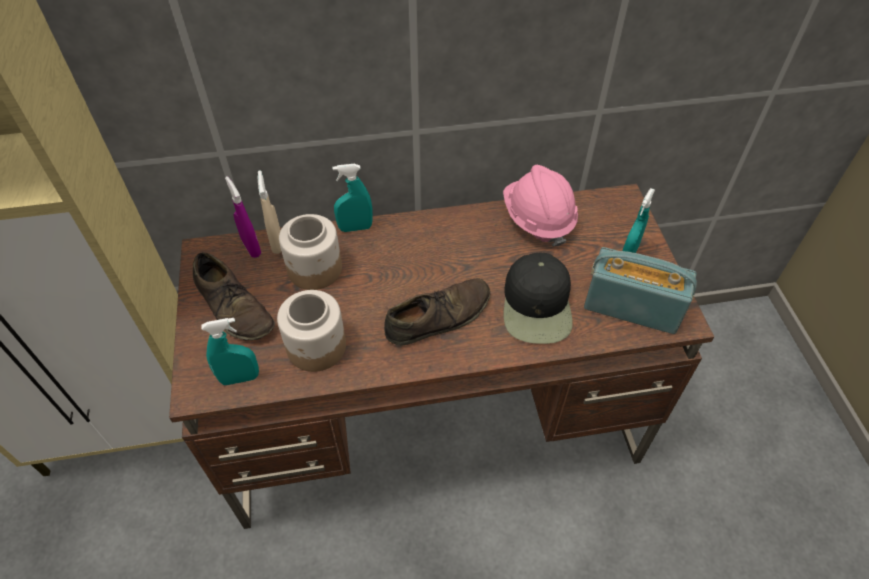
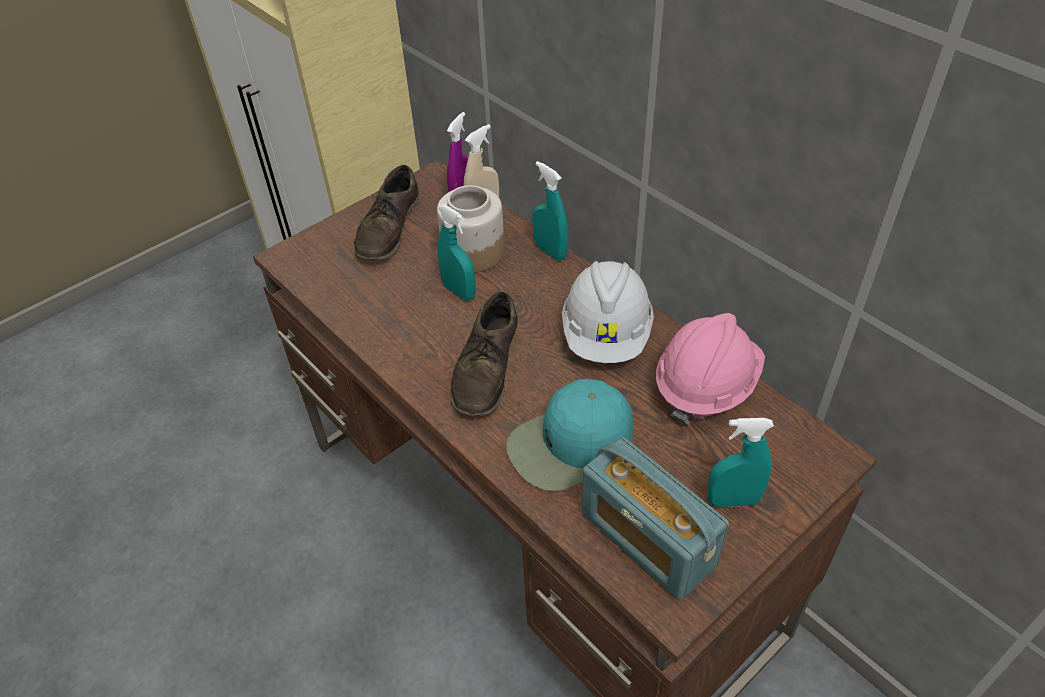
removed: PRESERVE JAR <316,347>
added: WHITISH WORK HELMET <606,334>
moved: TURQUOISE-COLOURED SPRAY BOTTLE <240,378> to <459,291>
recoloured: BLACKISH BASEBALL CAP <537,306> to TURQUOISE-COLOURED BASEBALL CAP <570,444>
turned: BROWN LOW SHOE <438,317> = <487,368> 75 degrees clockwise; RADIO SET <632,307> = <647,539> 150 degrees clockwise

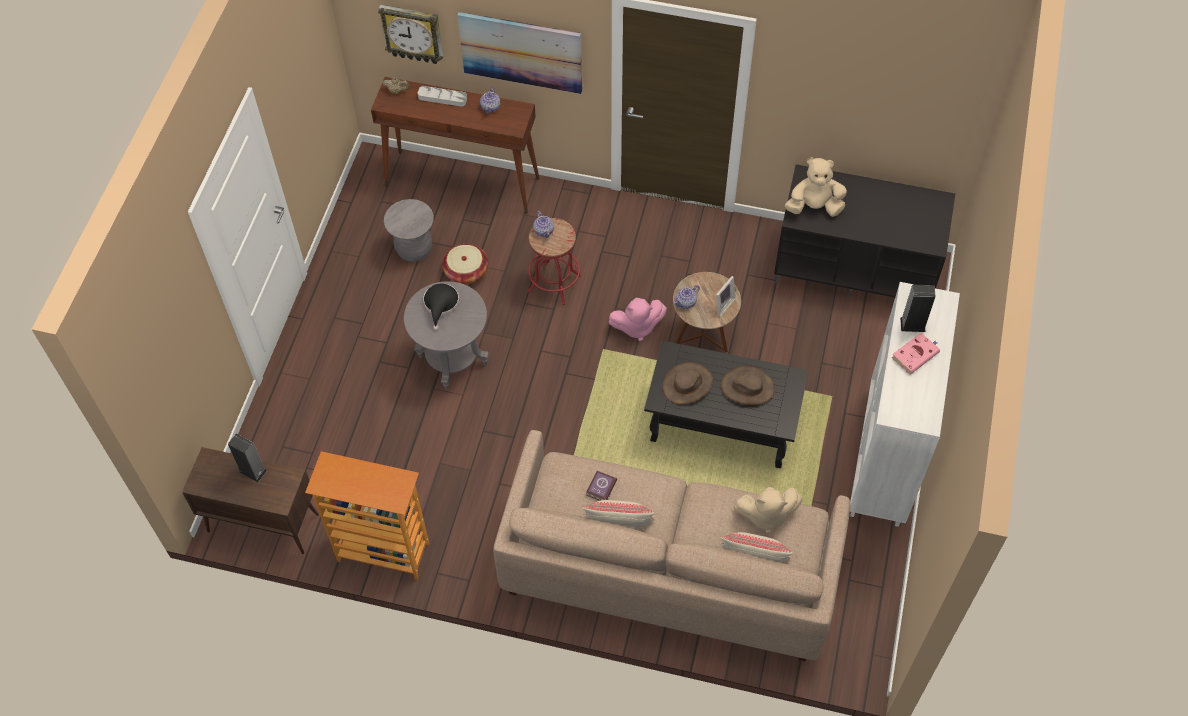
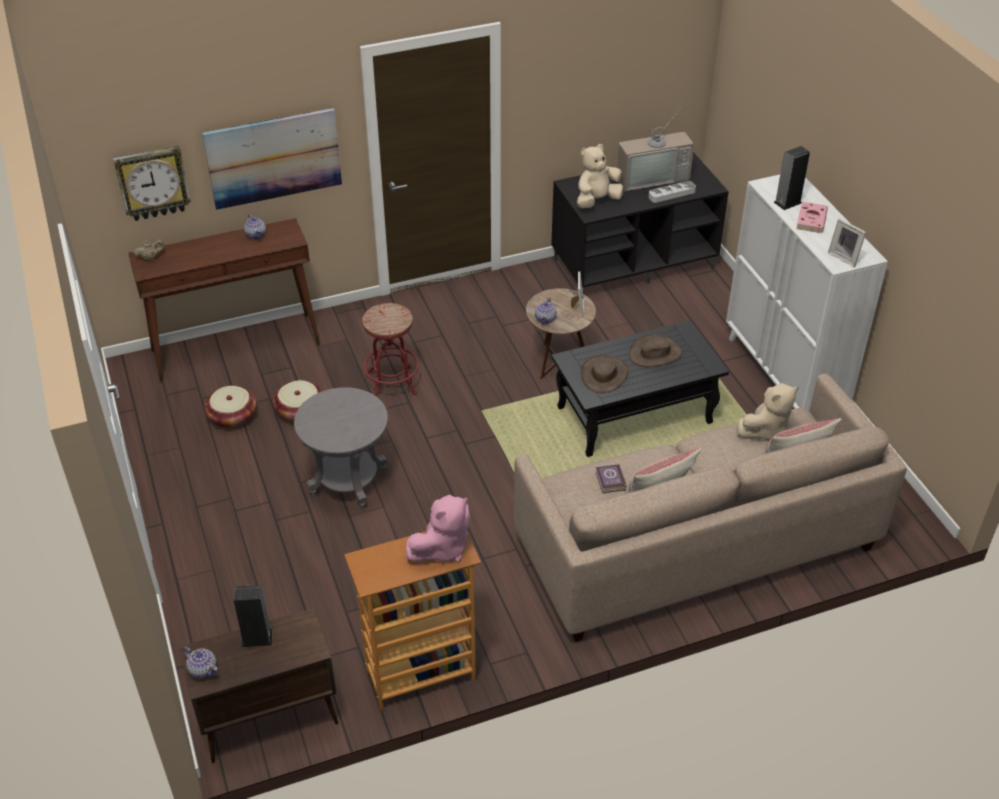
removed: BLACKISH WEARABLE HAT <441,305>
added: TV SET <651,177>; STANDING FRAME <844,257>
moved: GREYISH TRAY <442,98> to <671,194>; TEAPOT <544,230> to <203,669>; PINK PLUSH TOY <637,327> to <442,547>
replaced: GREYISH SITTING STOOL <414,249> to BASKET <232,417>

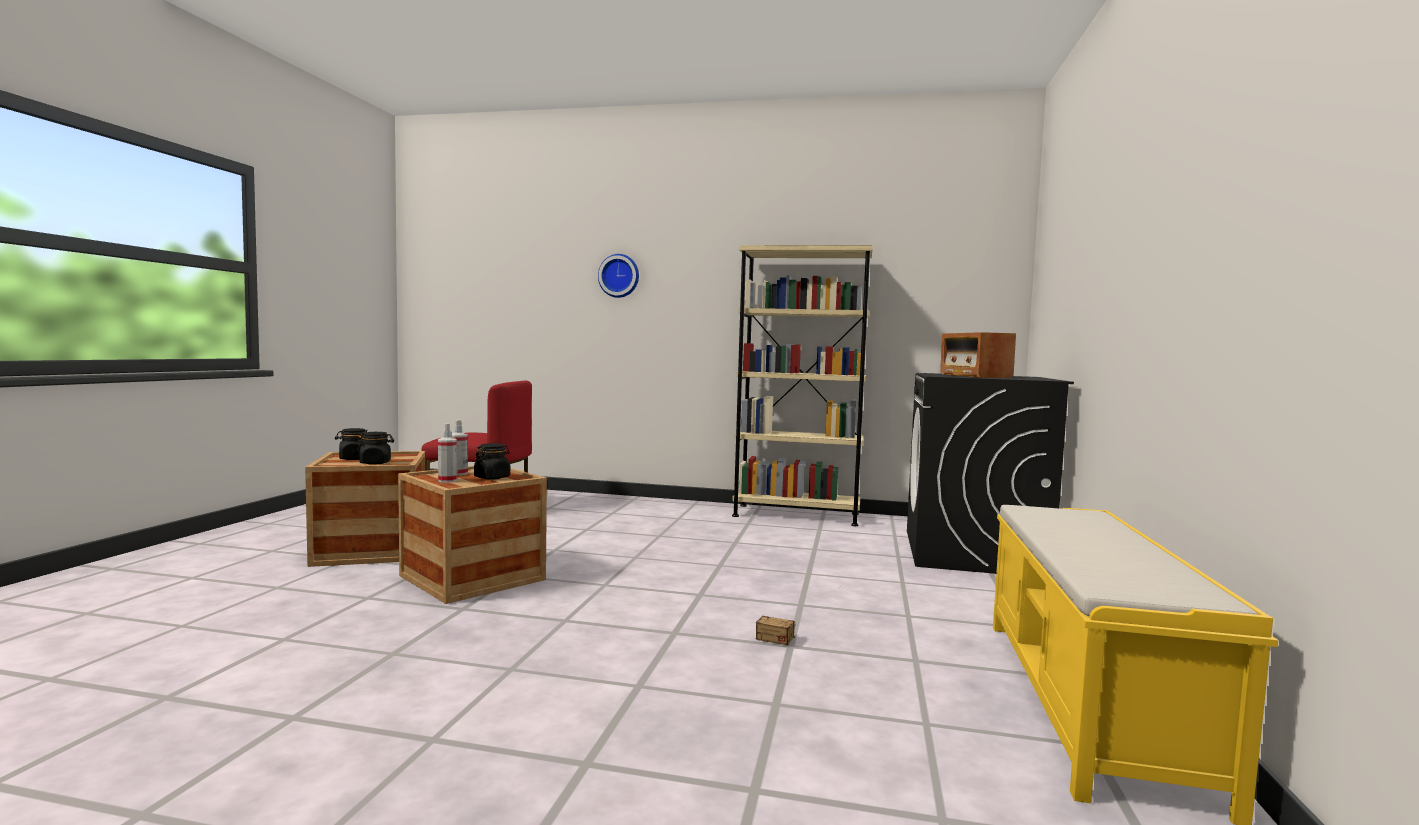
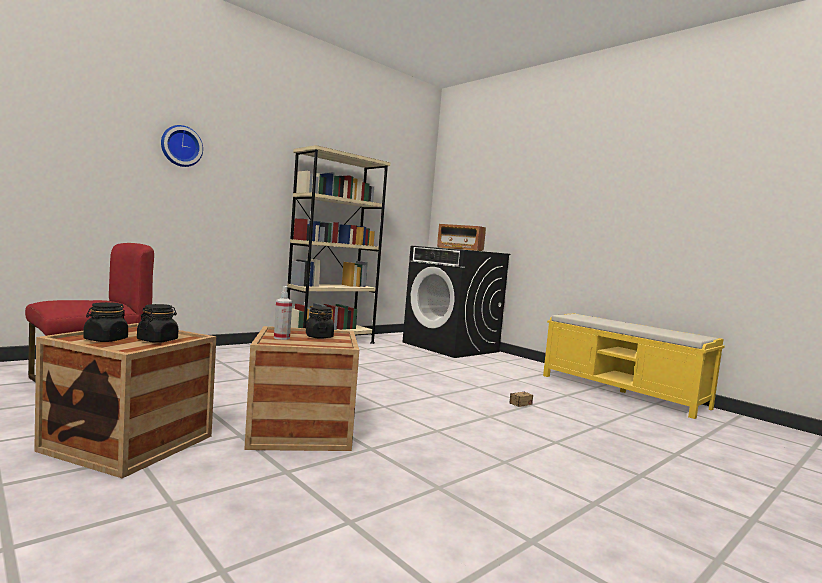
removed: SPRAY BOTTLE <447,480>

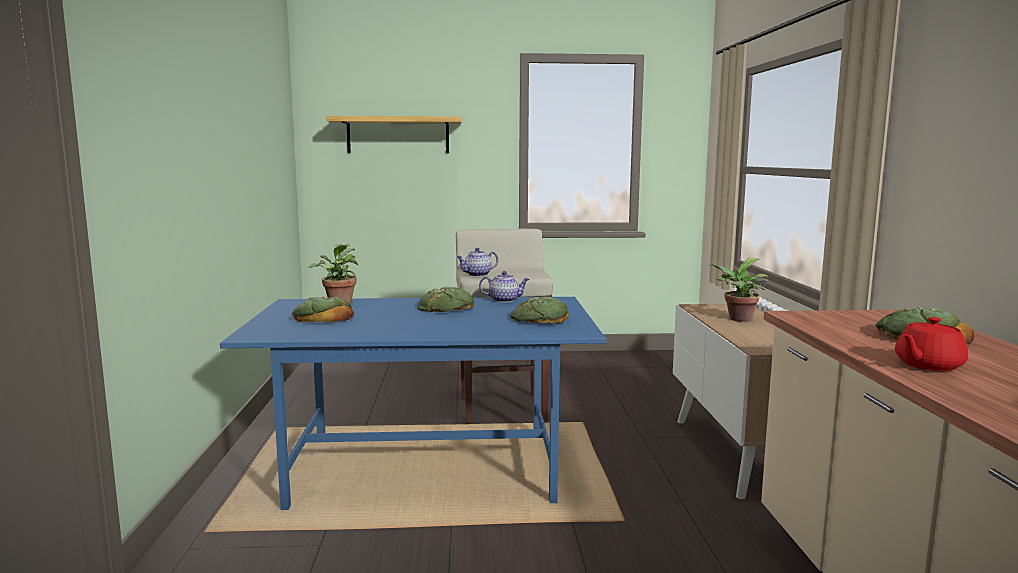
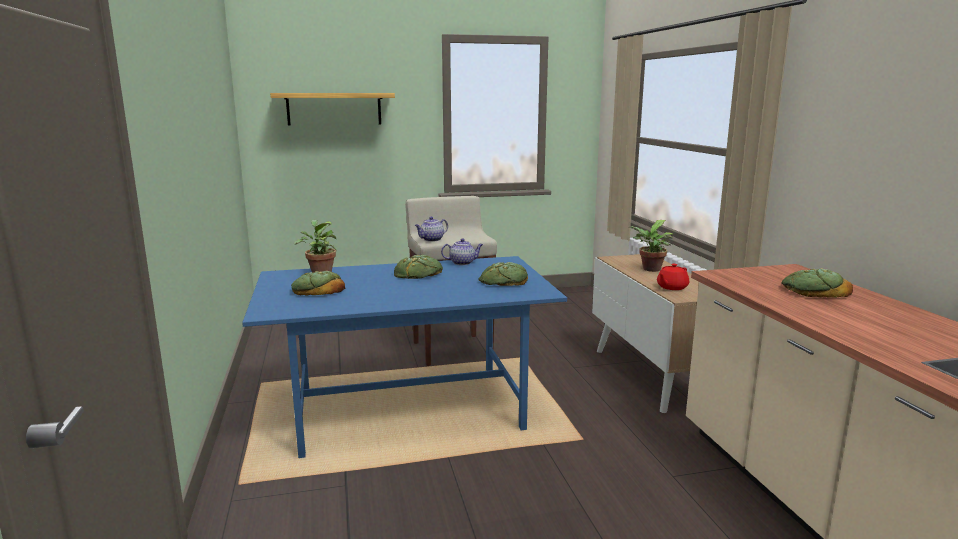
moved: RED-COLOURED TEAPOT <927,365> to <671,287>

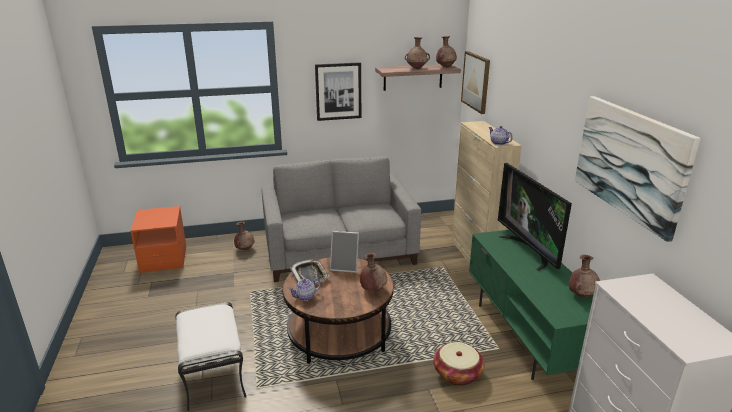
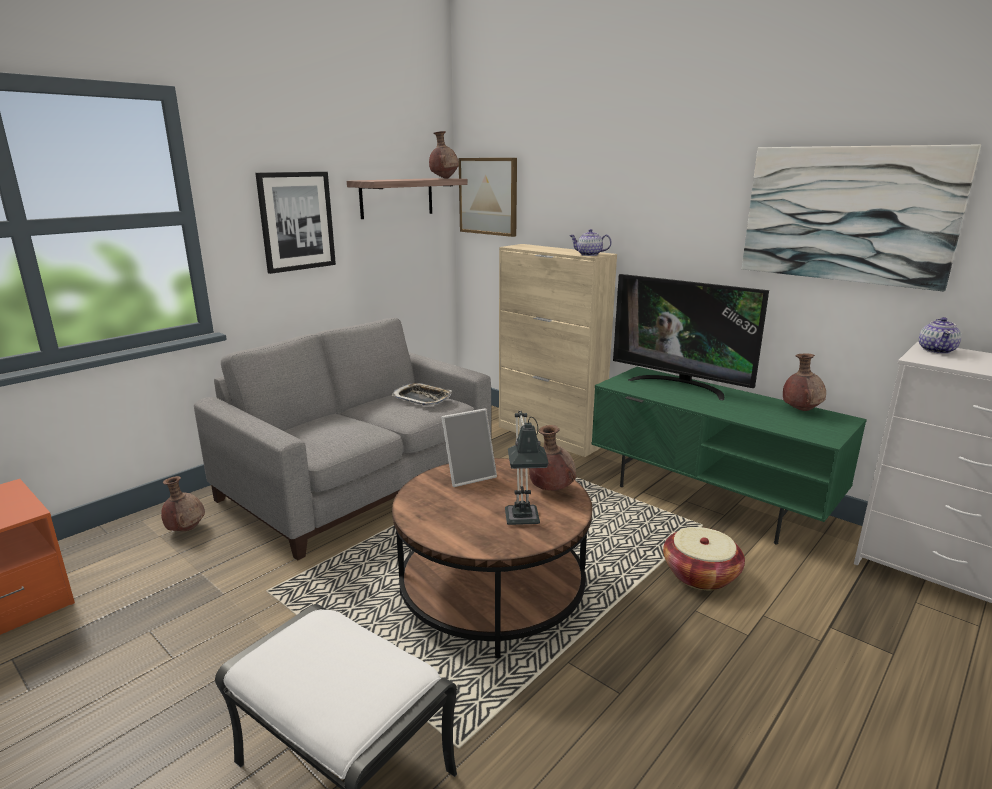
removed: BROWN VASE <417,68>
added: LAMP FOR A TABLE <522,522>
moved: TEAPOT <305,297> to <937,350>; TRAY <310,275> to <422,398>

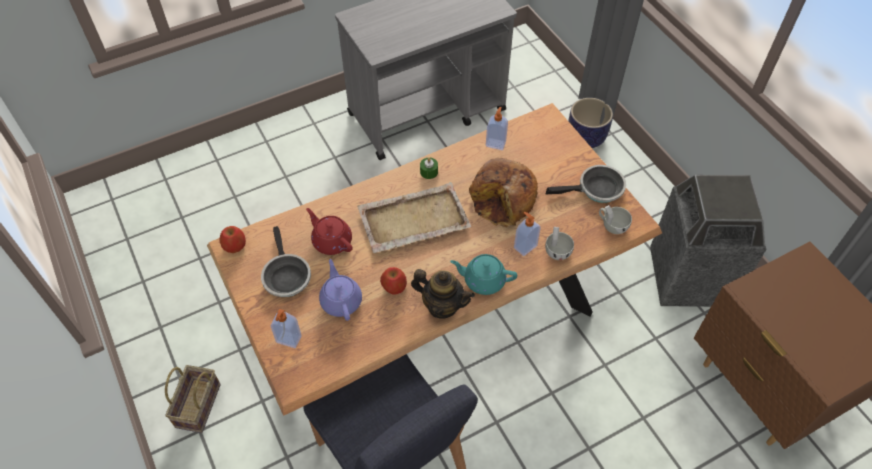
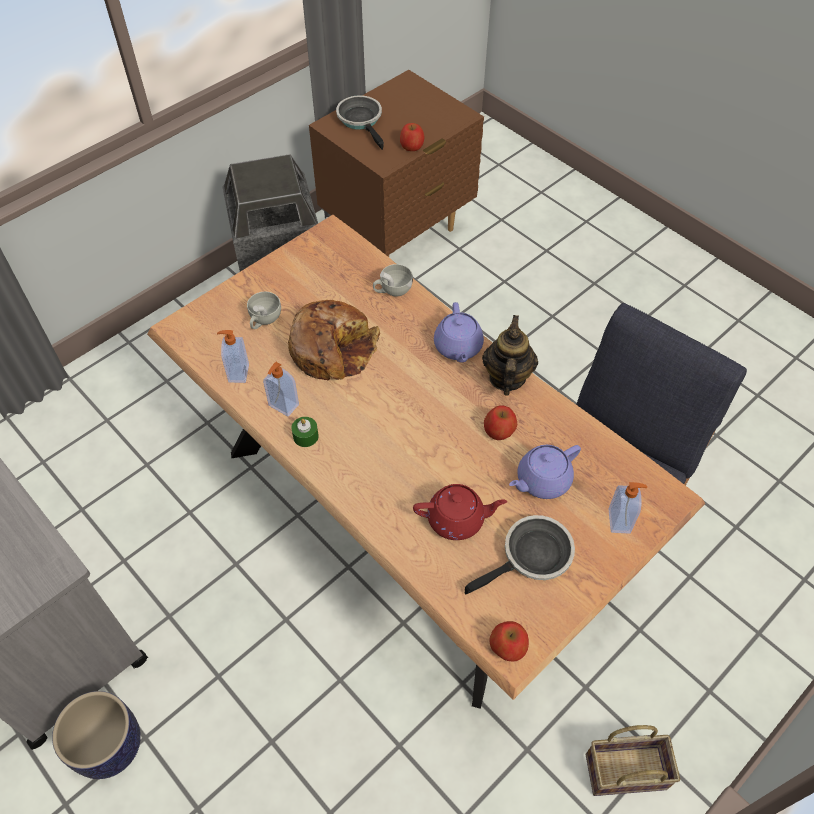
removed: SAND-COLOURED TRAY <412,219>
added: APPLE <412,145>
moved: SOAP DISPENSER <524,246> to <283,406>; FRYING PAN <597,189> to <361,120>; FLOWER POT <586,138> to <110,745>; WHITISH SMALL CUP <612,225> to <264,320>
recoloured: TURQUOISE-COLOURED TEAPOT <483,280> to PURPLE TEAPOT <458,347>
turned: RED-COLOURED TEAPOT <331,241> = <457,519> 120 degrees counterclockwise

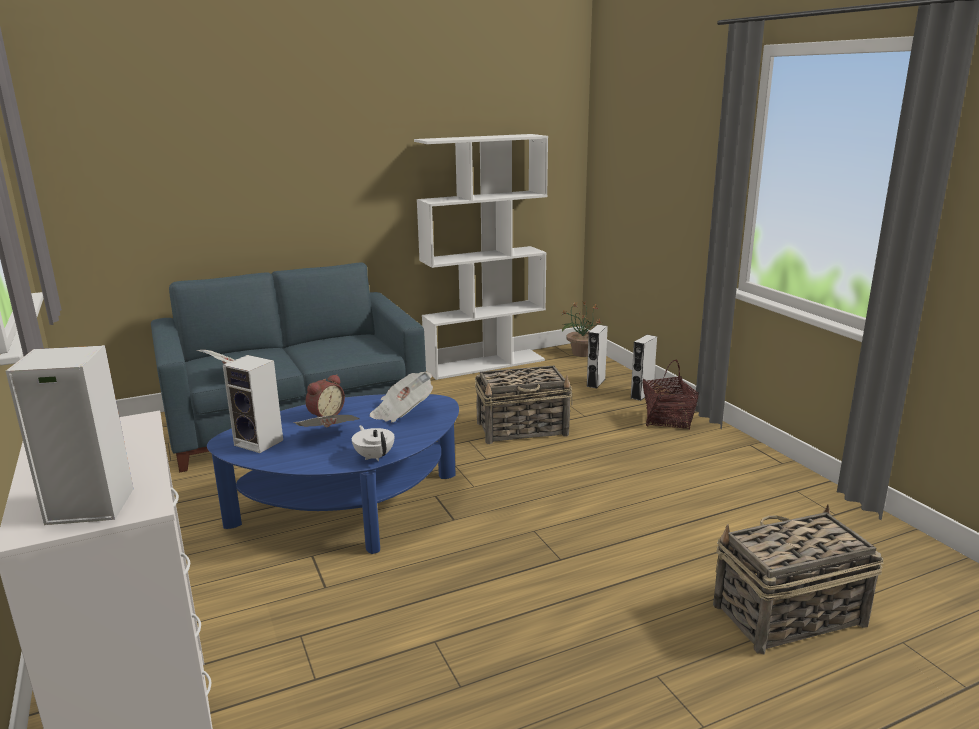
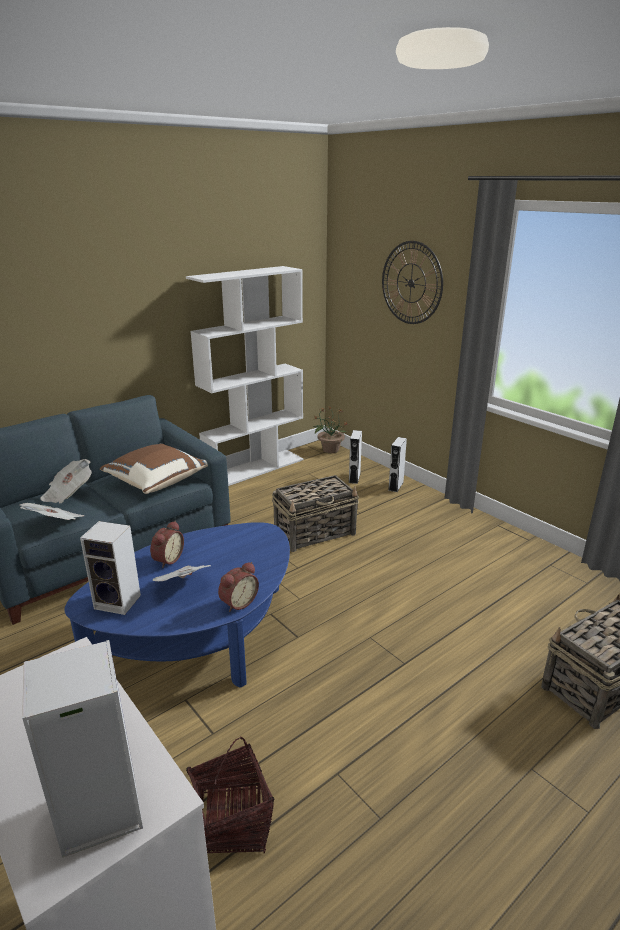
added: BROWN THROW PILLOW <157,481>; HANGING CLOCK <411,283>
moved: NEWSPAPER <402,413> to <68,494>; BASKET <667,420> to <232,822>
replaced: WHITISH TEAPOT <374,456> to ALARM CLOCK <238,602>

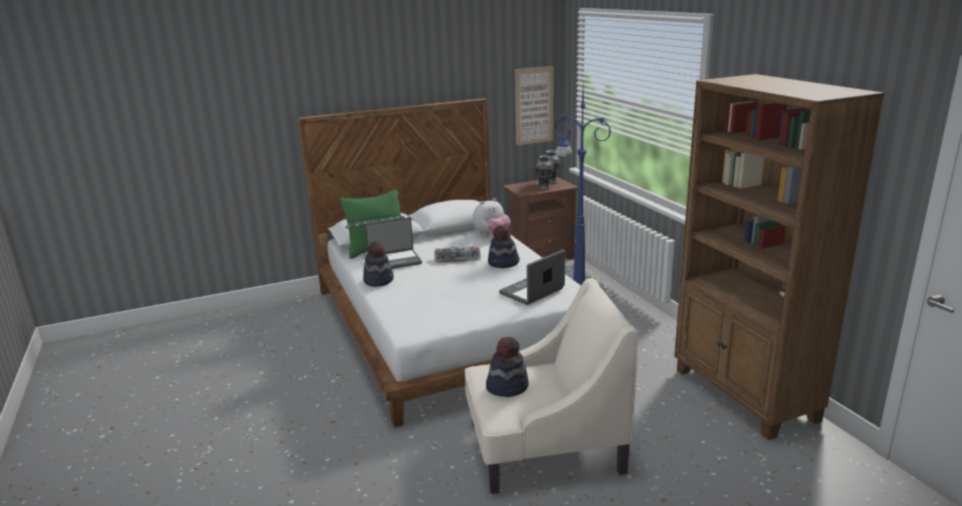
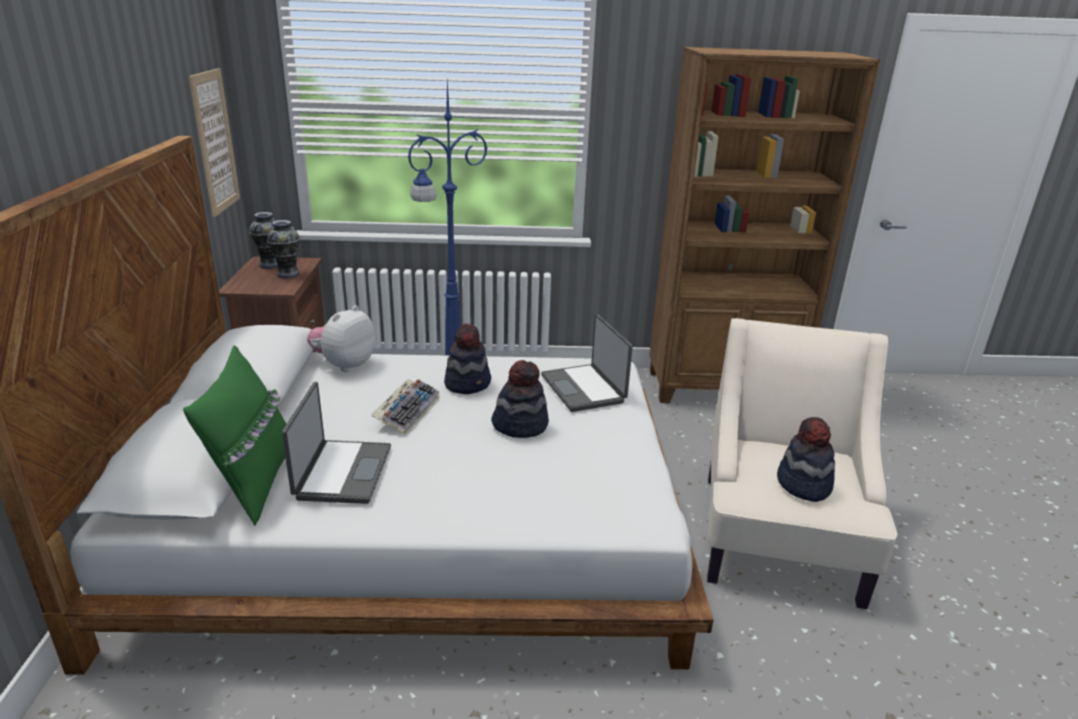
moved: WEARABLE HAT <378,280> to <520,425>
turned: PLUSH TOY <492,235> = <344,365> 135 degrees counterclockwise

